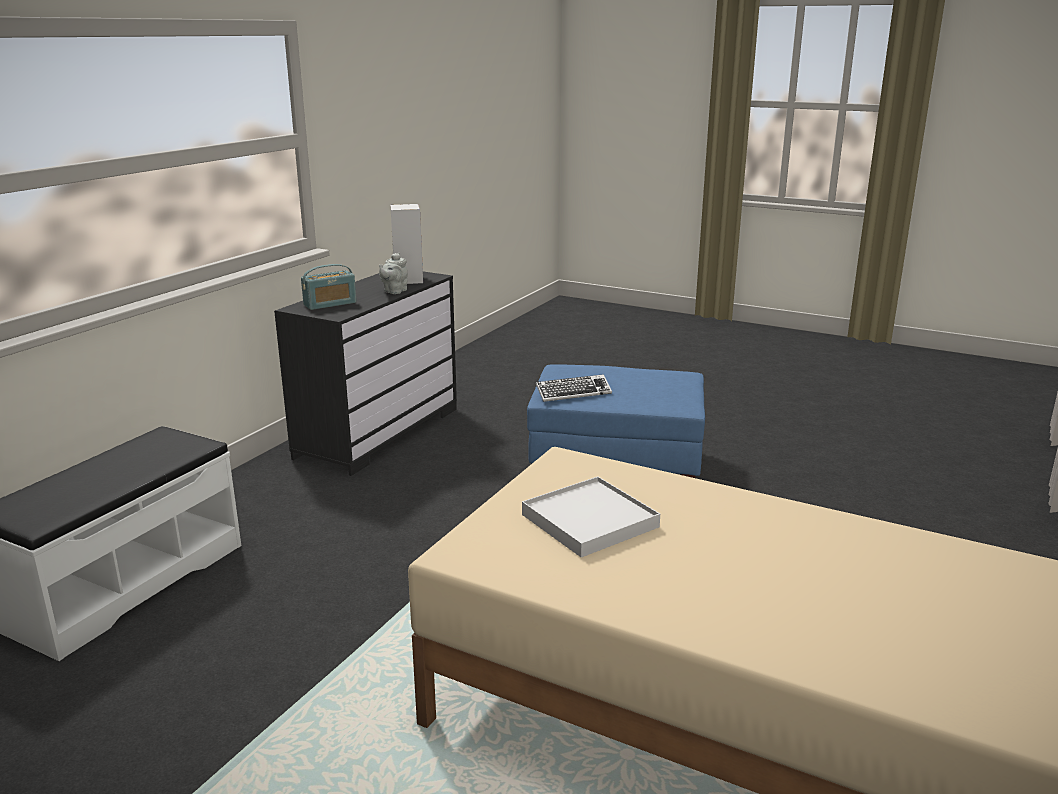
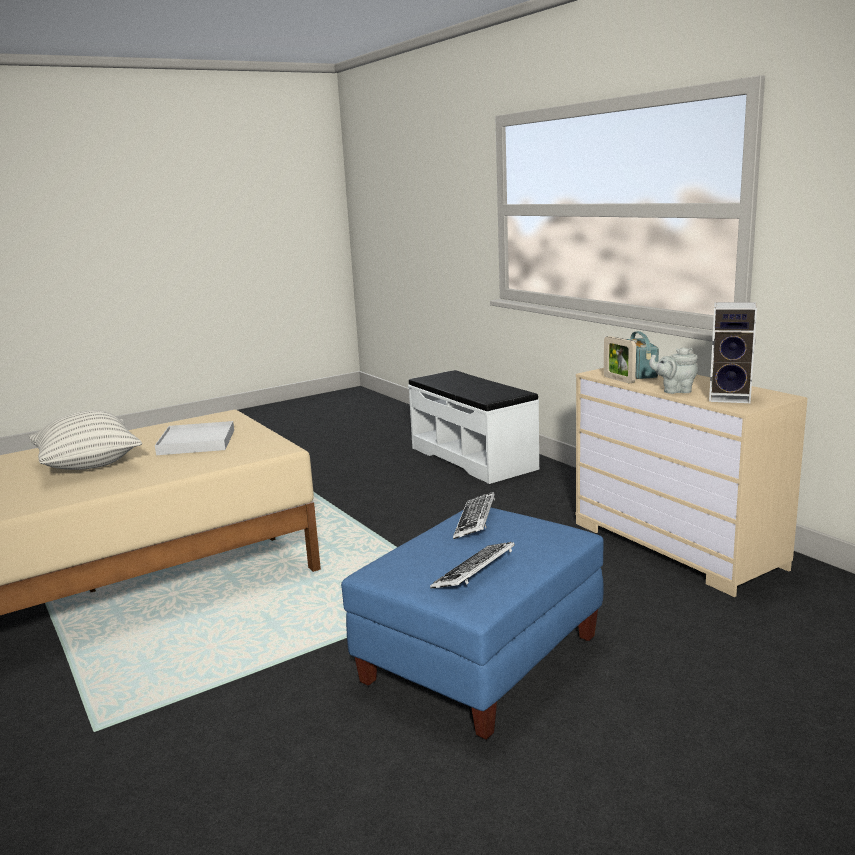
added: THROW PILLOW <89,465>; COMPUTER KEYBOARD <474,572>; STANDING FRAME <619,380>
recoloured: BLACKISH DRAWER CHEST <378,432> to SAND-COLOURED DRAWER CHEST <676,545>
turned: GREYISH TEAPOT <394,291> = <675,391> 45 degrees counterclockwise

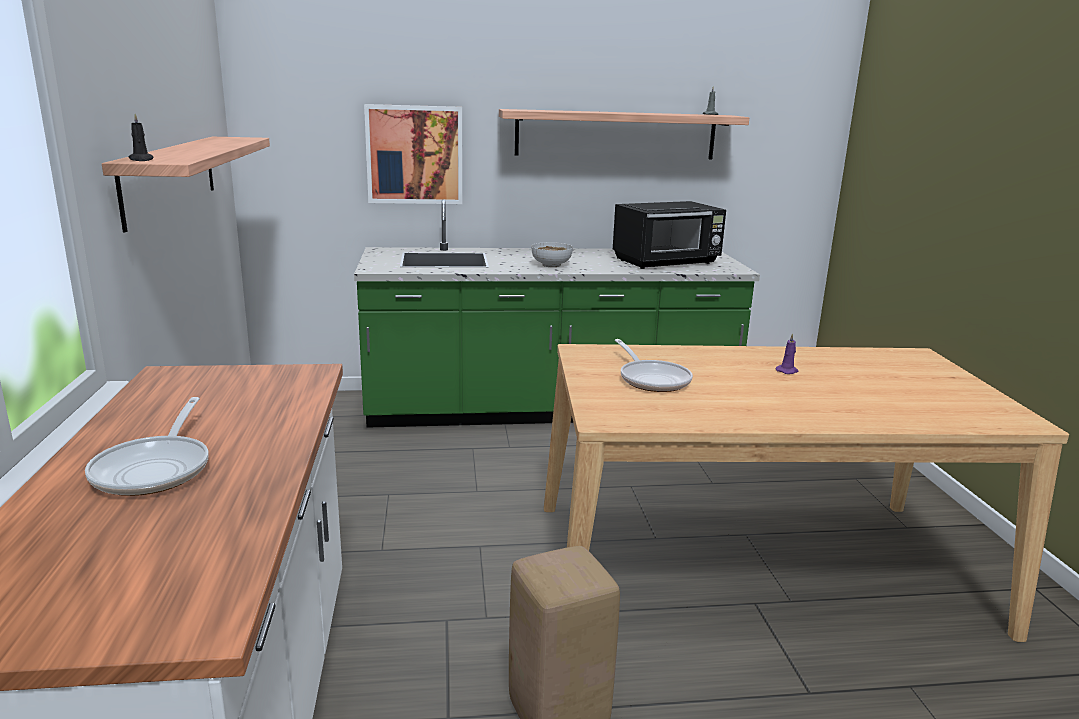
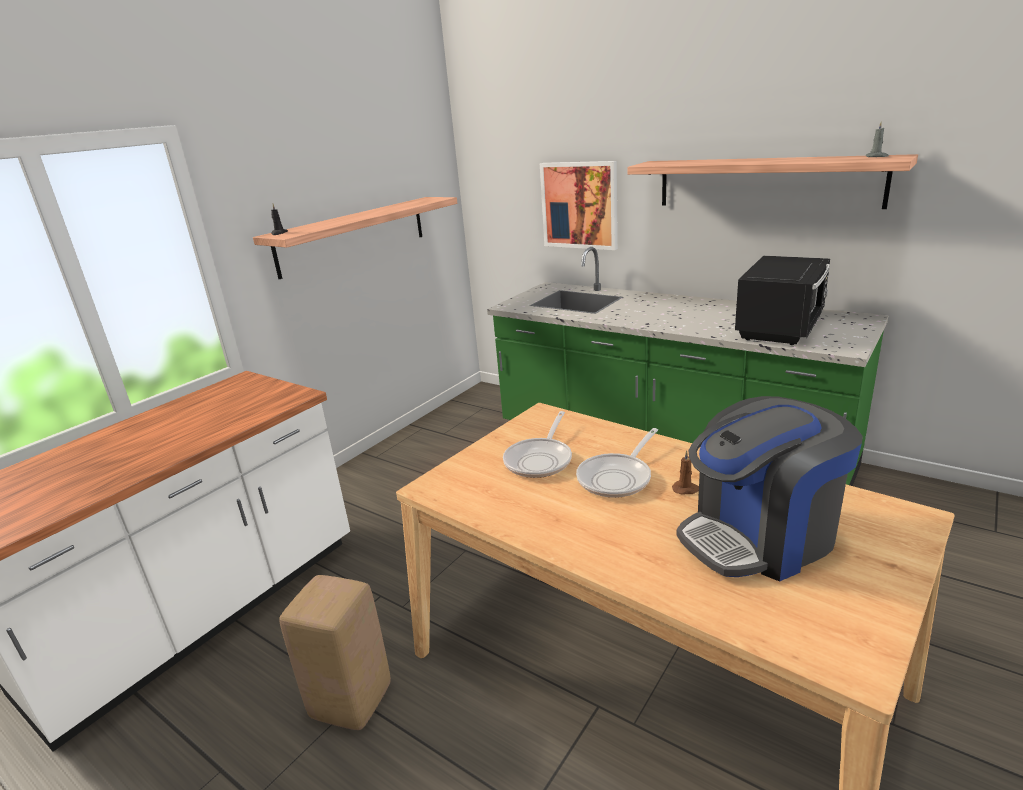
removed: SERVING BOWL <551,265>
added: COFFEE MACHINE <760,537>
moved: FRYING PAN <156,469> to <617,478>
recoloured: PURPLE WAX CANDLE <787,371> to BROWN WAX CANDLE <686,489>
turned: BLACKISH KITCHEN MICROWAVE <667,262> = <781,328> 75 degrees counterclockwise

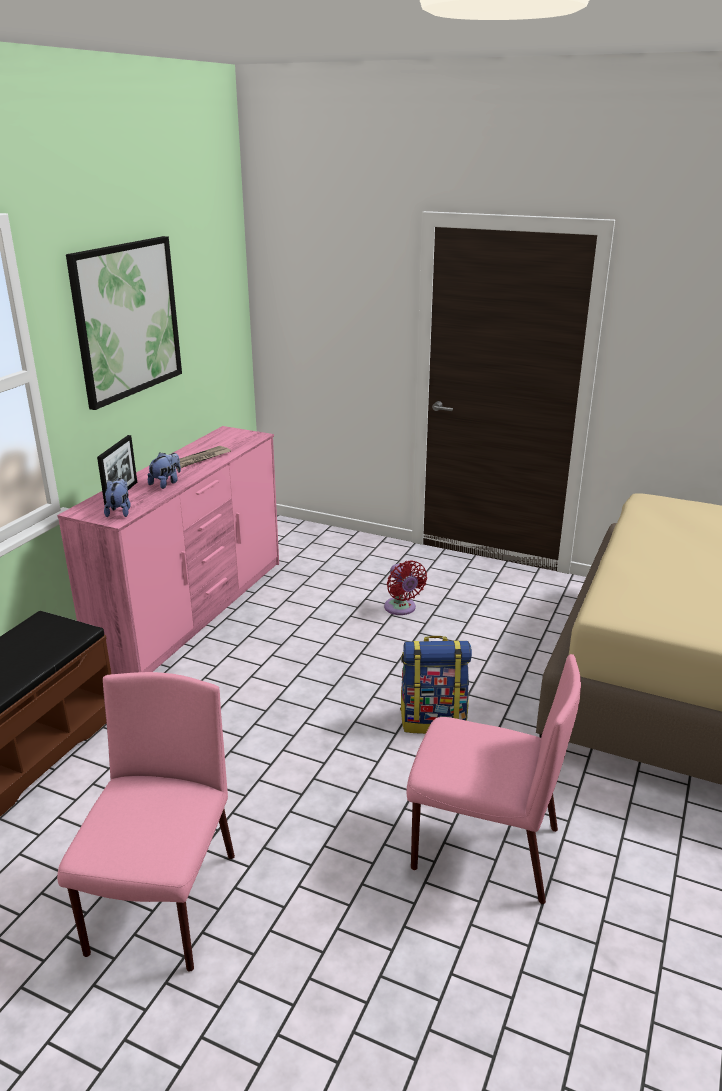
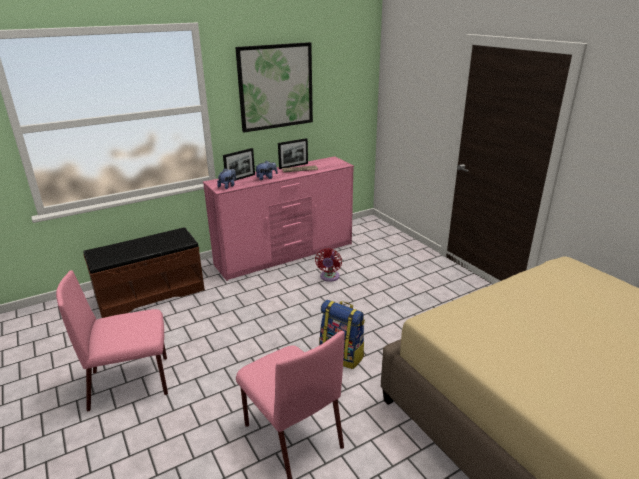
added: STANDING FRAME <293,166>
moved: RED-COLOURED COOLING FAN <401,608> to <329,277>
turned: PINK PLAIN CHAIR <162,906> = <131,382> 150 degrees counterclockwise

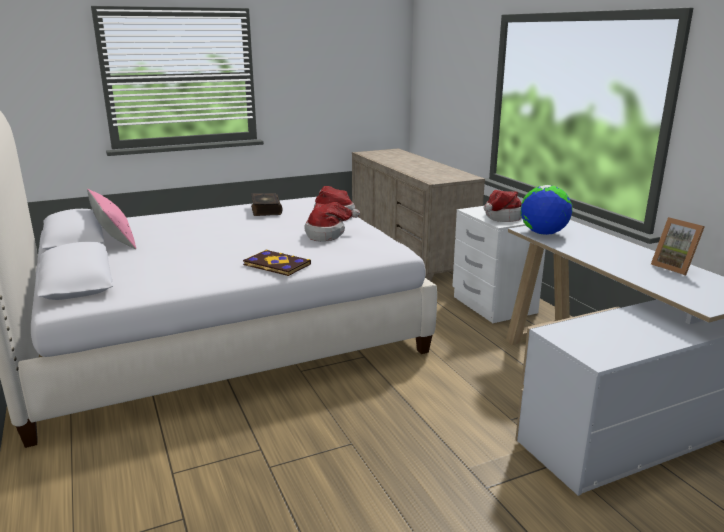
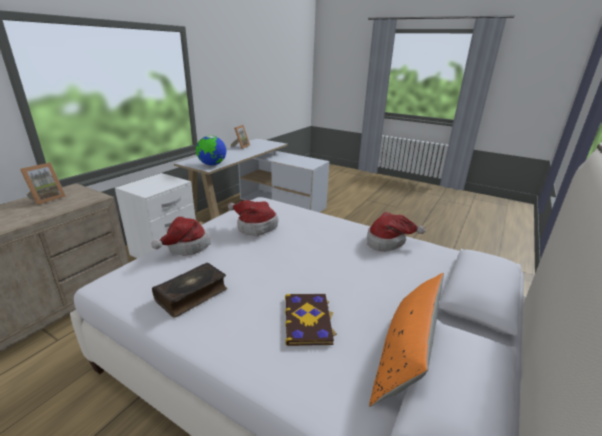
added: STANDING FRAME <47,199>
moved: VOLUME <276,265> to <308,320>; WEARABLE HAT <501,217> to <388,242>
recoloured: PINK THROW PILLOW <113,237> to ORANGEY THROW PILLOW <405,355>

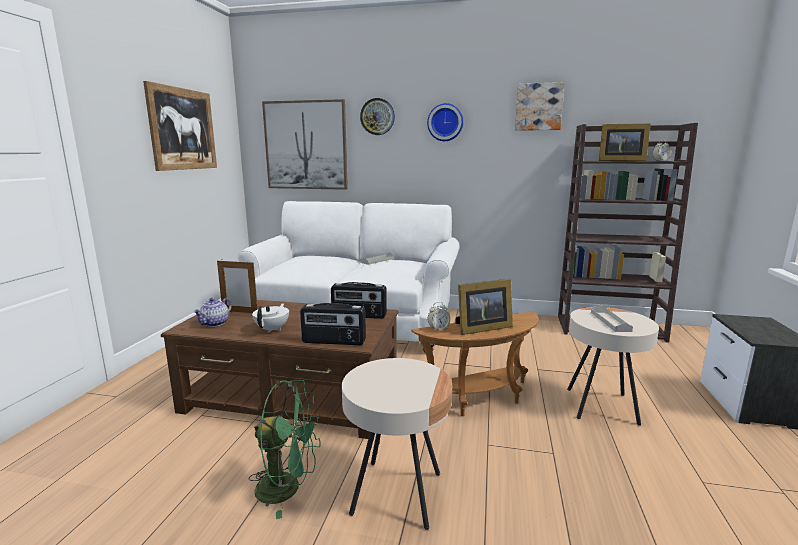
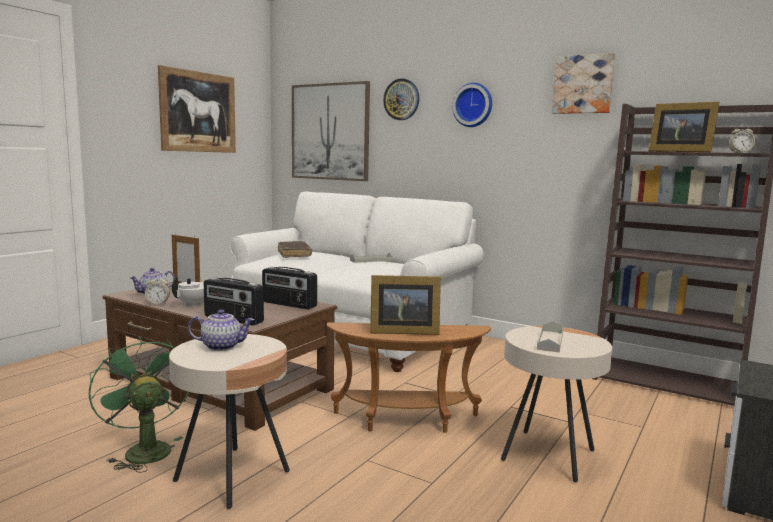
added: TEAPOT <222,346>; BROWN VOLUME <294,254>
moved: ALARM CLOCK <438,328> to <158,303>
turned: GREEN-COLOURED COOLING FAN <288,488> = <144,450> 150 degrees counterclockwise

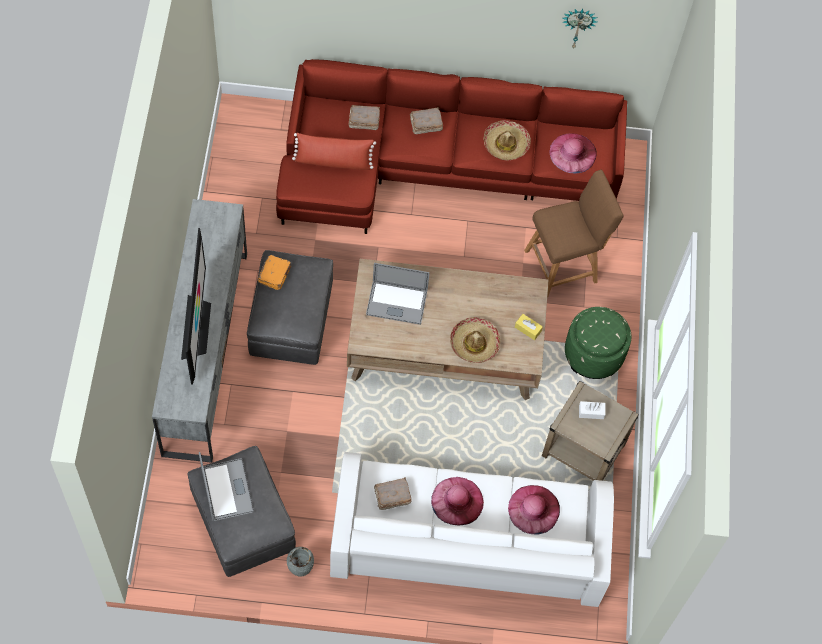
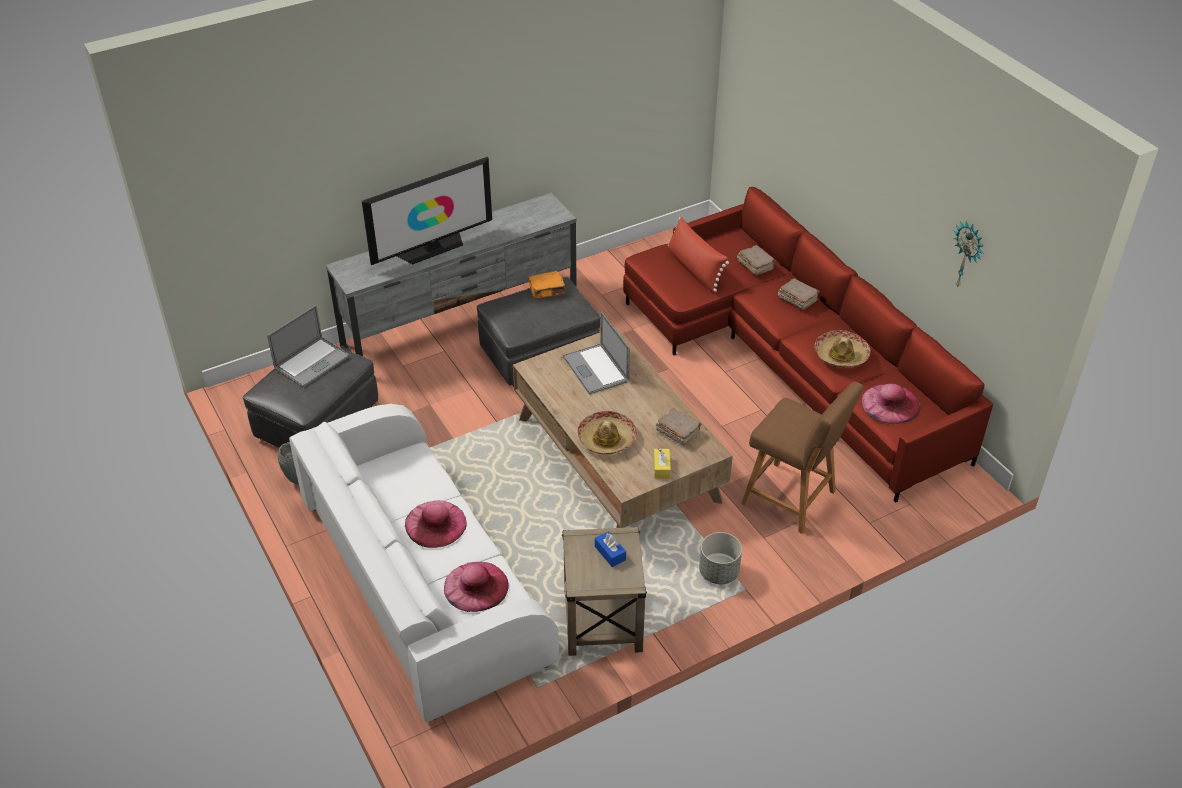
moved: BROWN VOLUME <392,496> to <677,432>
replaced: GREEN-COLOURED FOOTREST <593,354> to GREYISH FLOWER POT <718,572>
recoloured: WHITISH BOX OF TISSUES <591,412> to BLUE-COLOURED BOX OF TISSUES <610,553>

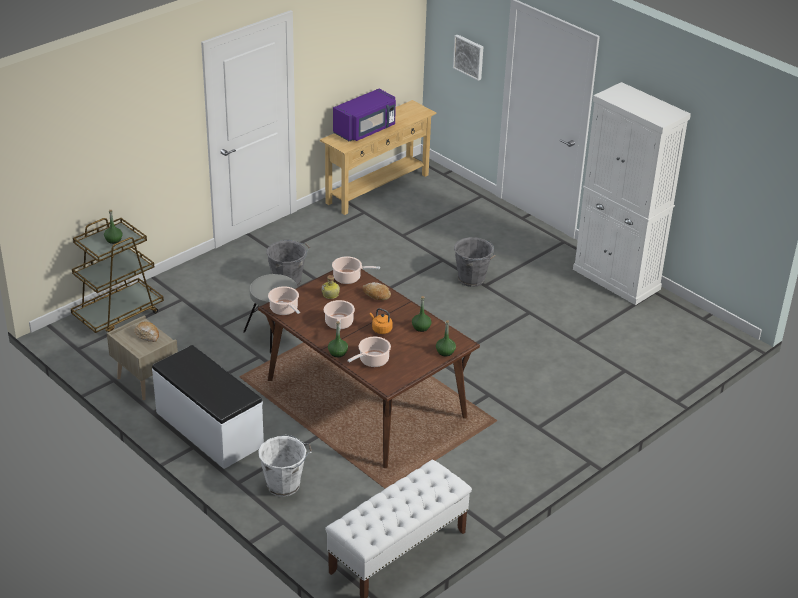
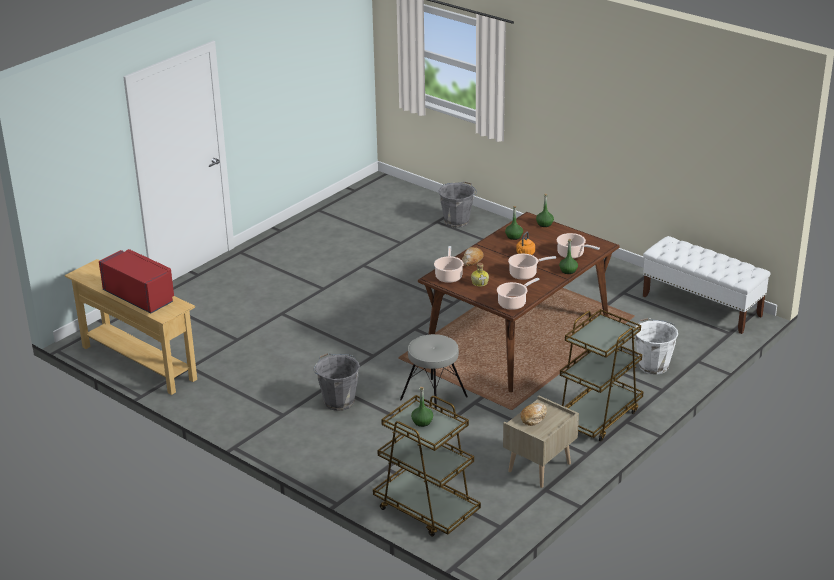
removed: WALL PICTURE <469,56>; WHITISH CABINET <616,279>
moved: GREYISH BUCKET <472,279> to <457,221>
replaced: WHITISH INDOOR BENCH <208,429> to BROWN WHEELED CART <598,416>
recoloured: PURPLE KITCHEN MICROWAVE <365,130> to RED-COLOURED KITCHEN MICROWAVE <140,296>

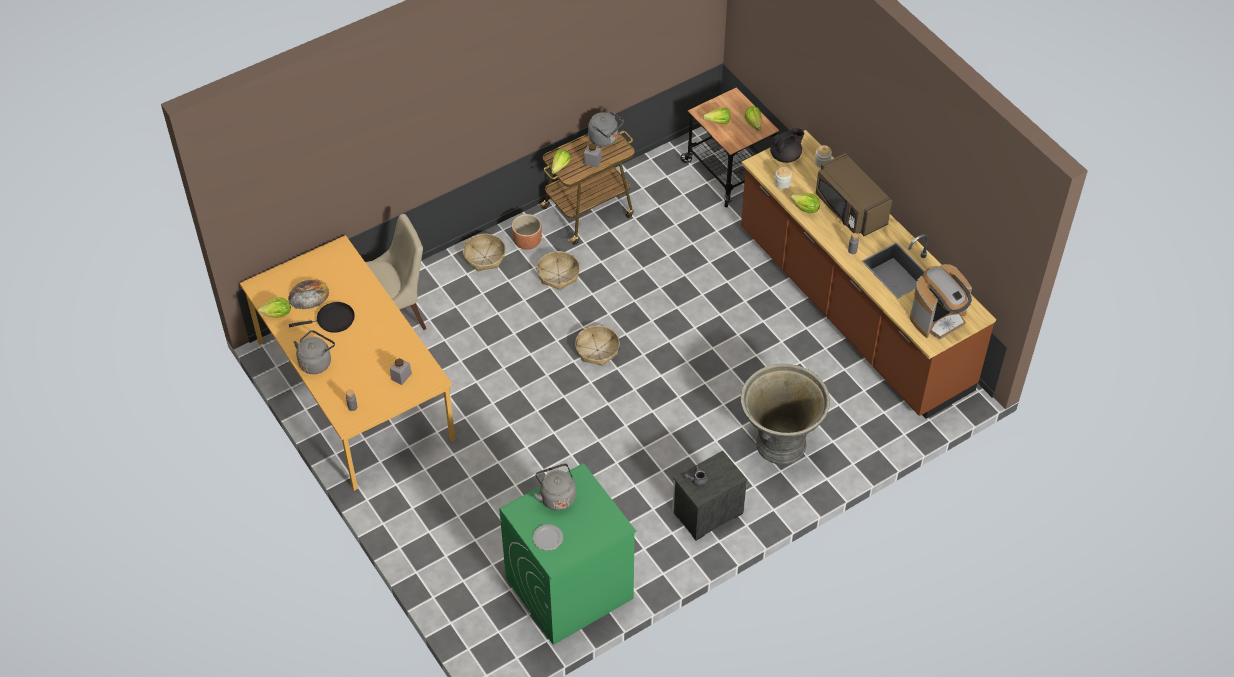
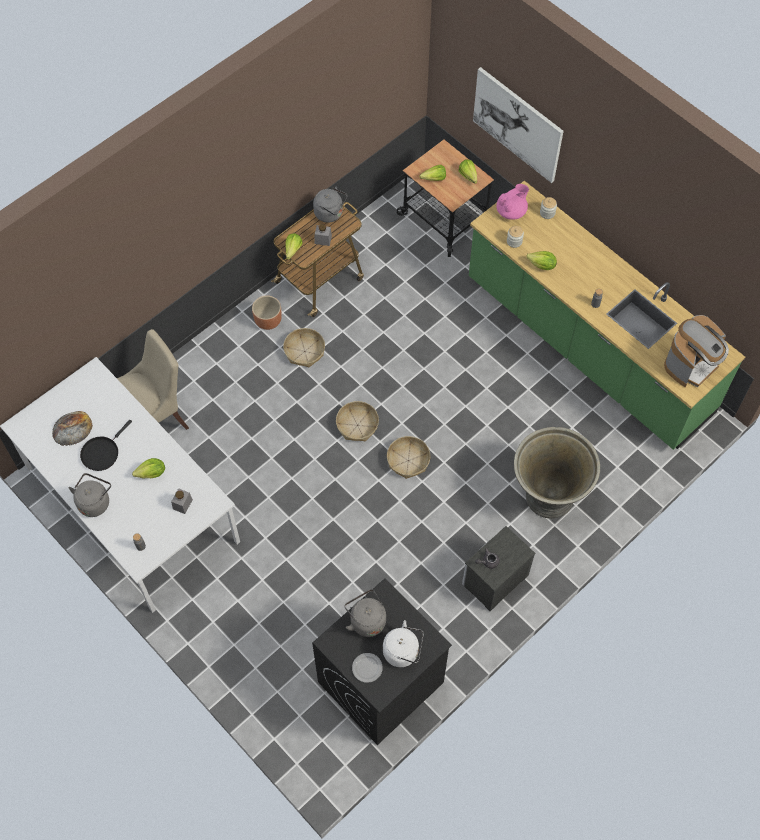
removed: BROWN KITCHEN MICROWAVE <849,209>
added: WHITISH TEA KETTLE <403,652>; WALL PICTURE <517,124>
moved: LETTUCE HEAD <277,314> to <152,474>; BASKET <484,257> to <408,461>
recoloured: ORANGEY DINING TABLE <353,390> to WHITISH DINING TABLE <130,504>; GREEN-COLOURED LAUNDRY APPLIANCE <569,589> to BLACKISH LAUNDRY APPLIANCE <380,683>; BROWN COUNTER <852,310> to GREEN-COLOURED COUNTER <587,346>; BLACKISH TEAPOT <786,156> to PINK TEAPOT <511,211>
turned: BLACKISH FRYING PAN <333,320> = <102,452> 150 degrees clockwise

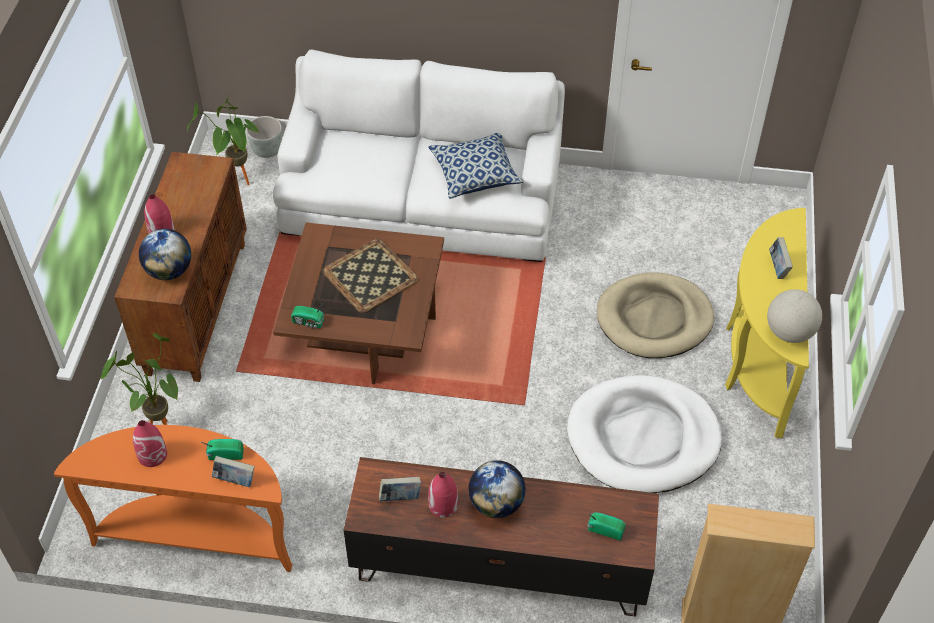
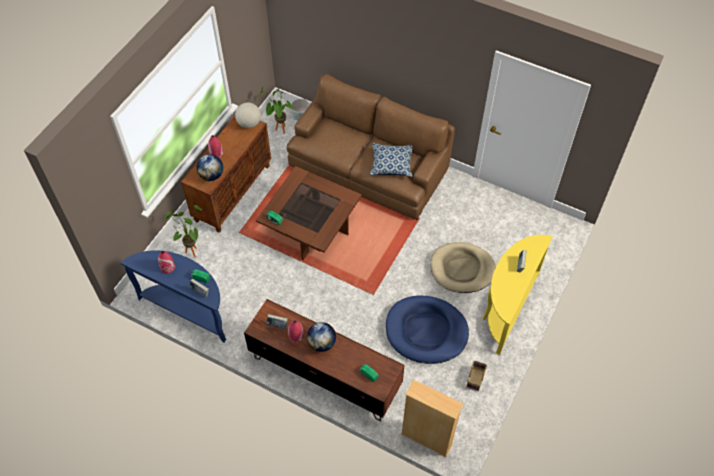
removed: TRAY <371,276>
added: BASKET <475,379>
moved: GLOBE <789,332> to <249,123>
recoloured: ORANGEY NARROW TABLE <198,534> to BLUE-COLOURED NARROW TABLE <188,310>; WHITISH SOFA <421,202> to BROWN SOFA <368,168>; WHITISH DOG CUSHION <643,438> to BLUE-COLOURED DOG CUSHION <426,331>

